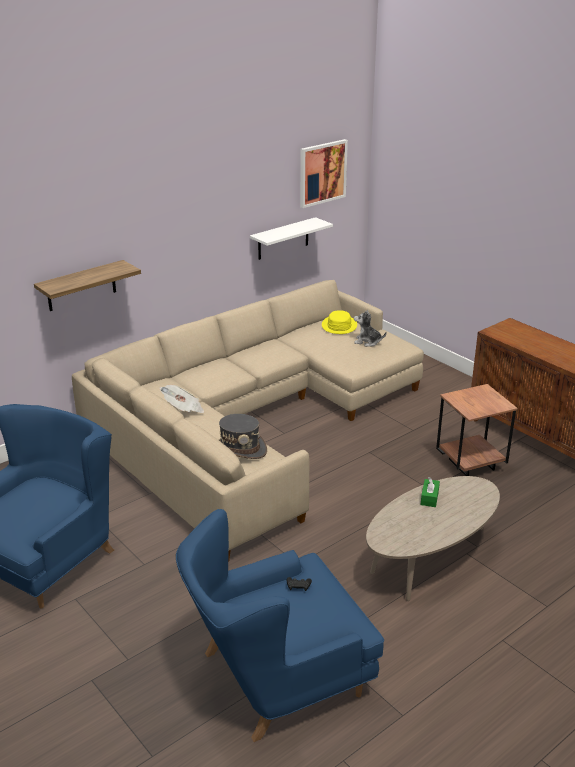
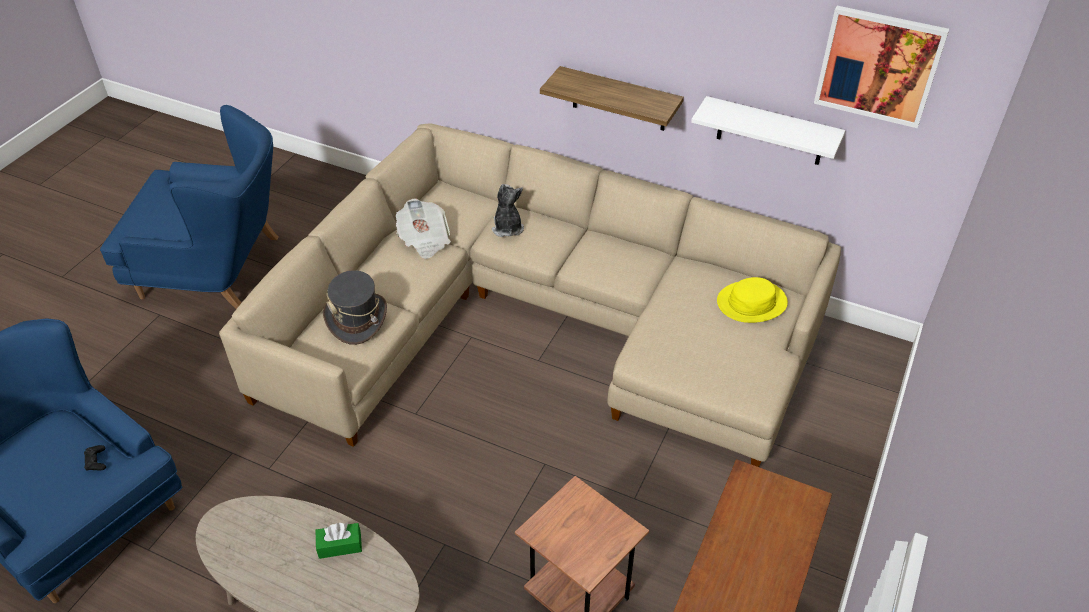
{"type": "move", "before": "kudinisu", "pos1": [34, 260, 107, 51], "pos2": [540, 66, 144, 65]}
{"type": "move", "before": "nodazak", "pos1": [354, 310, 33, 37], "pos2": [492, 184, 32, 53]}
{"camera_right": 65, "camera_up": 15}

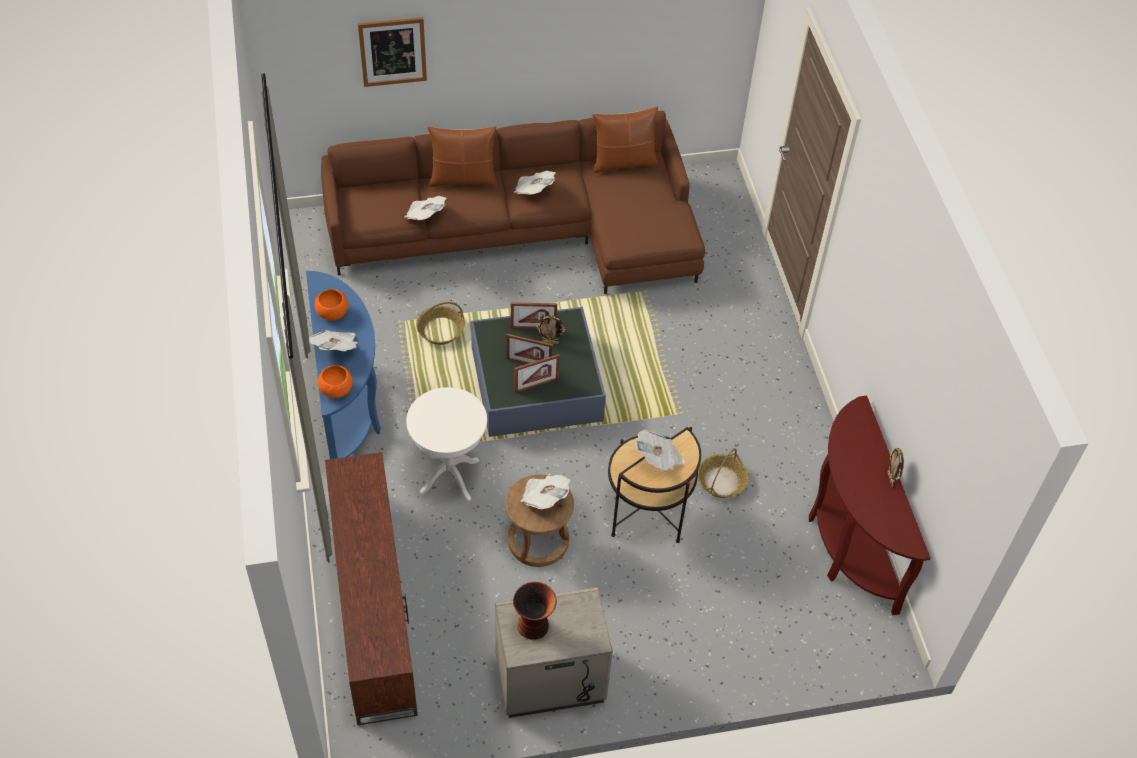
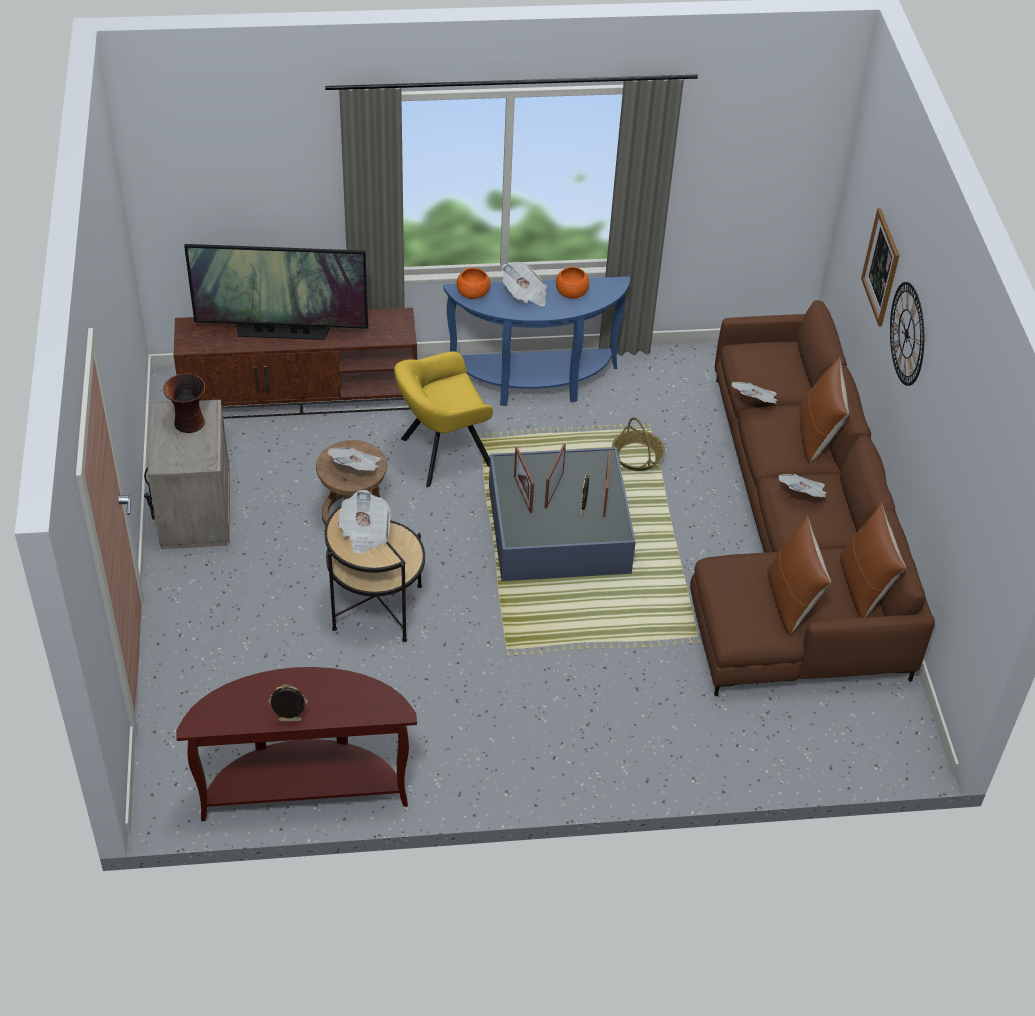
{"type": "delete", "before": "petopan", "pos1": [698, 448, 51, 50]}
{"type": "insert", "after": "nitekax", "pos2": [184, 244, 184, 96]}
{"type": "insert", "after": "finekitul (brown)", "pos2": [767, 516, 64, 119]}
{"type": "insert", "after": "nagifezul", "pos2": [890, 282, 34, 104]}
{"type": "replace", "before": "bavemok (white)", "after": "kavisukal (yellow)", "pos1": [406, 387, 81, 114], "pos2": [394, 351, 99, 137]}
{"camera_right": 95, "camera_up": -5}

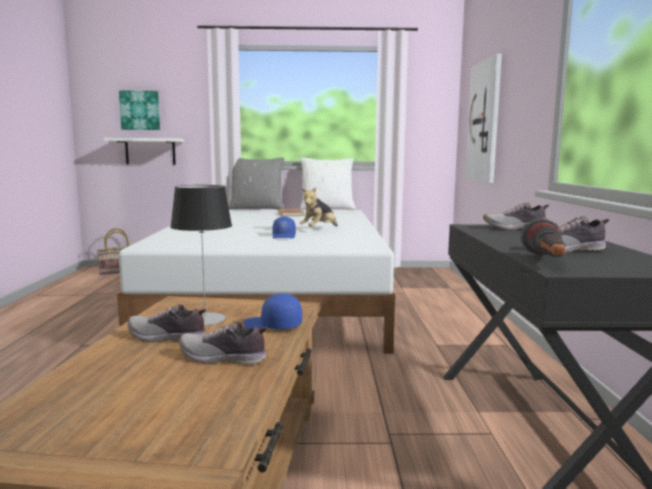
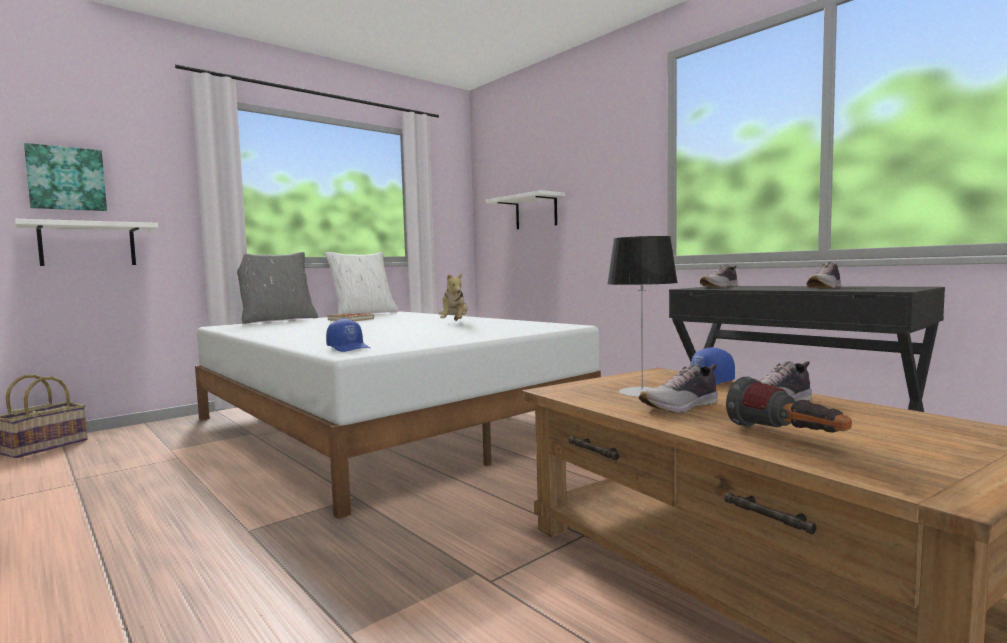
{"type": "move", "before": "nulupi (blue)", "pos1": [273, 216, 23, 23], "pos2": [326, 319, 44, 33]}
{"type": "move", "before": "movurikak", "pos1": [520, 218, 46, 39], "pos2": [726, 377, 126, 56]}
{"type": "replace", "before": "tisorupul", "after": "kudinisu (white)", "pos1": [465, 54, 37, 129], "pos2": [486, 190, 79, 39]}
{"camera_right": -40, "camera_up": -5}

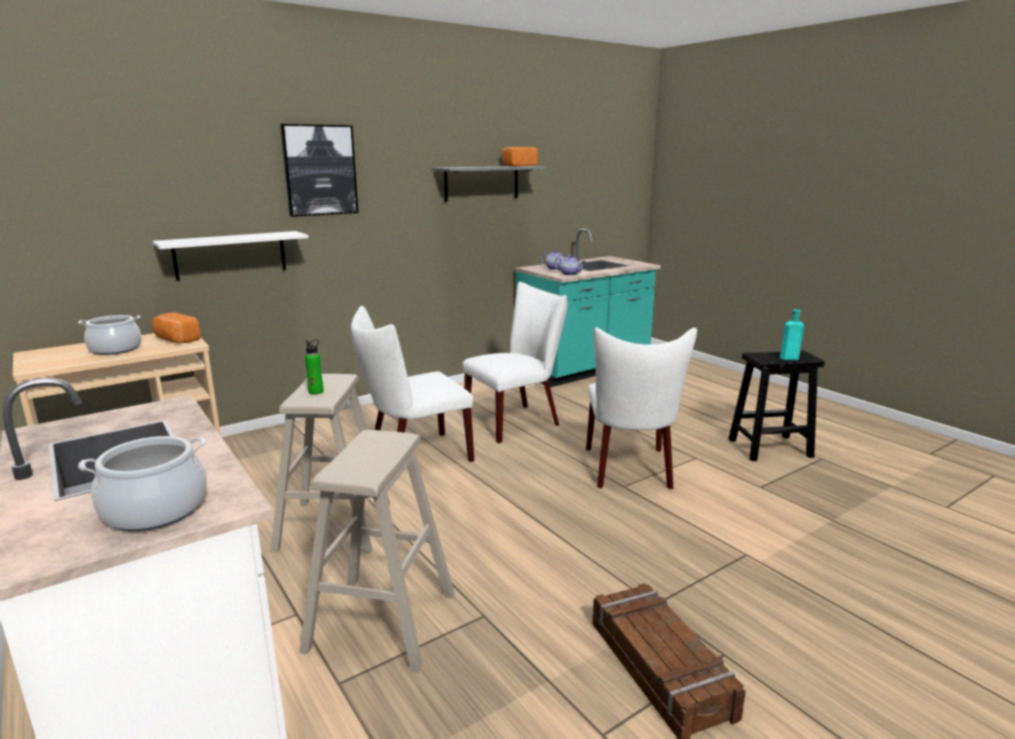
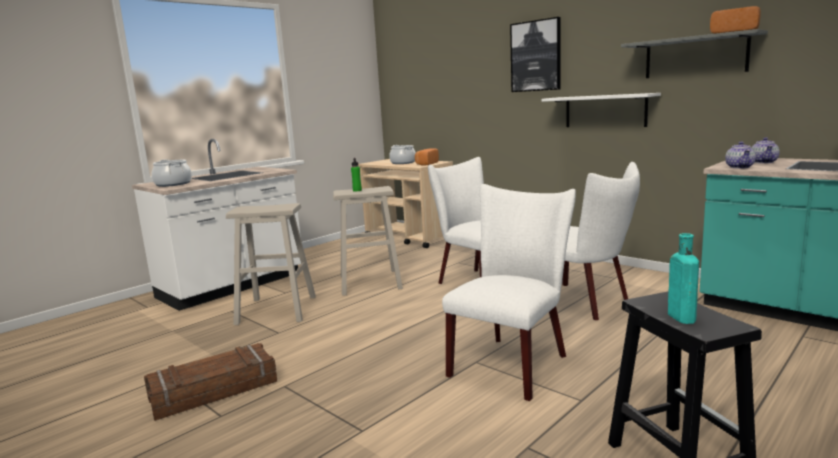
{"type": "move", "before": "kudinisu (white)", "pos1": [153, 231, 155, 49], "pos2": [542, 93, 119, 34]}
{"type": "rotate", "before": "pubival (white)", "pos1": [586, 327, 111, 162], "pos2": [442, 184, 134, 217], "turn": 135}
{"camera_right": 80, "camera_up": -5}

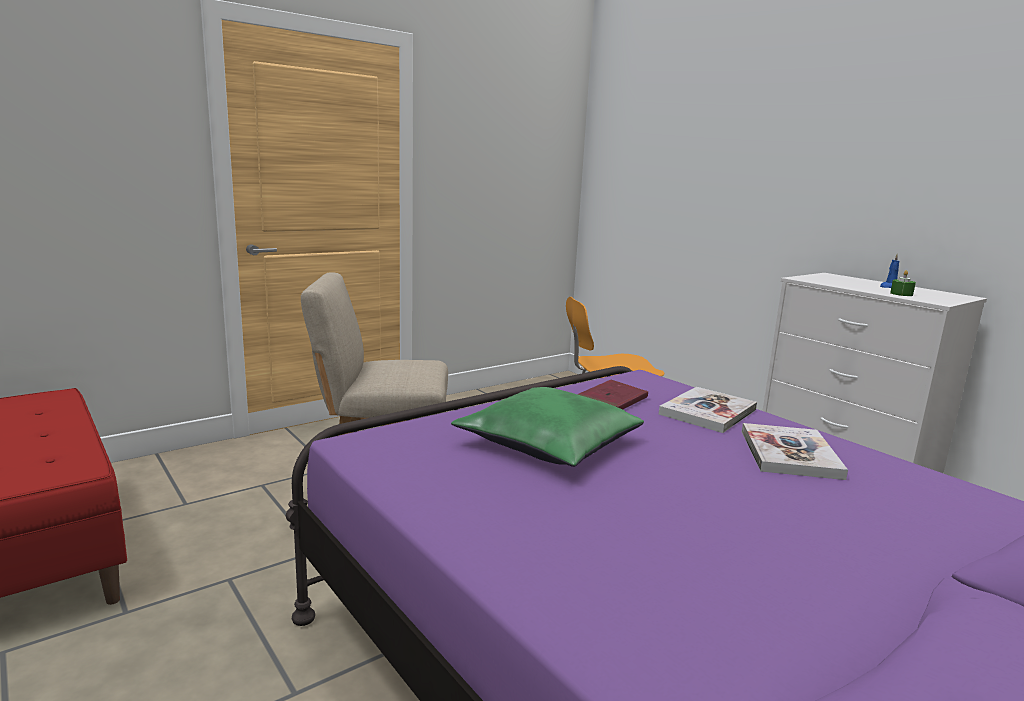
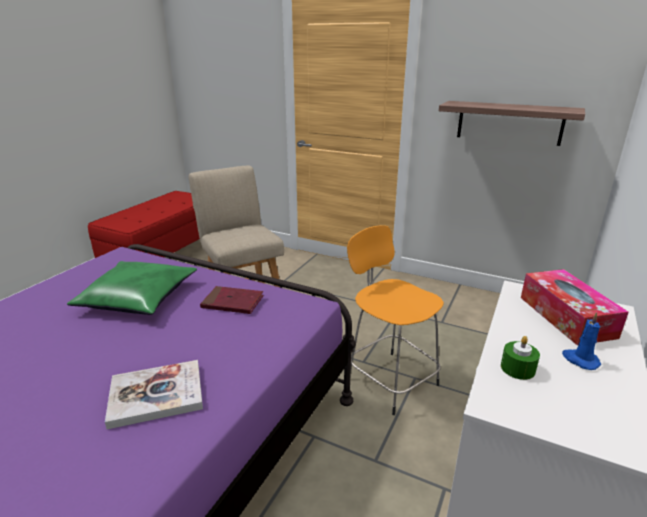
{"type": "delete", "before": "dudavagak", "pos1": [659, 387, 98, 46]}
{"type": "insert", "after": "kudinisu", "pos2": [439, 101, 146, 45]}
{"type": "insert", "after": "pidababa", "pos2": [521, 269, 108, 76]}
{"camera_right": 65, "camera_up": 10}

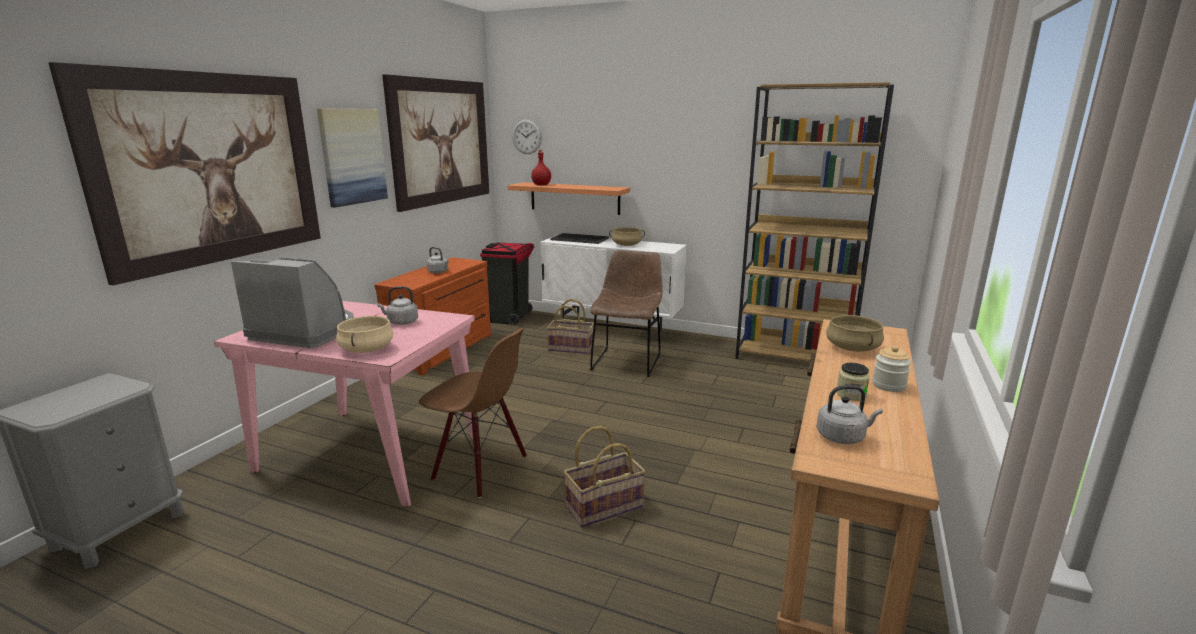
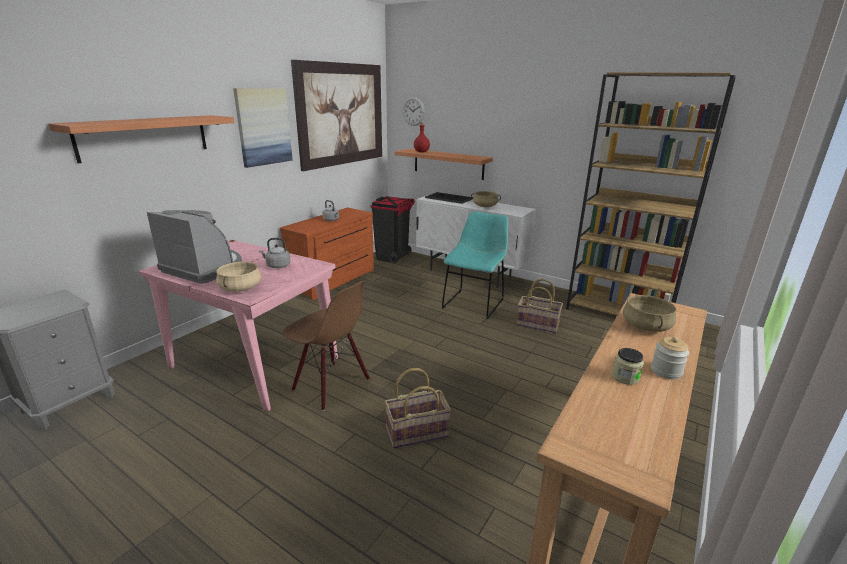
{"type": "delete", "before": "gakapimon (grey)", "pos1": [816, 385, 67, 59]}
{"type": "move", "before": "petopan", "pos1": [547, 299, 47, 55], "pos2": [516, 279, 47, 54]}
{"type": "replace", "before": "tisorupul", "after": "kudinisu", "pos1": [48, 62, 273, 223], "pos2": [49, 115, 185, 48]}
{"type": "recolor", "before": "pubival (brown)", "after": "pubival (turquoise)", "pos1": [590, 250, 73, 127], "pos2": [442, 211, 66, 108]}
{"camera_right": 10, "camera_up": 5}

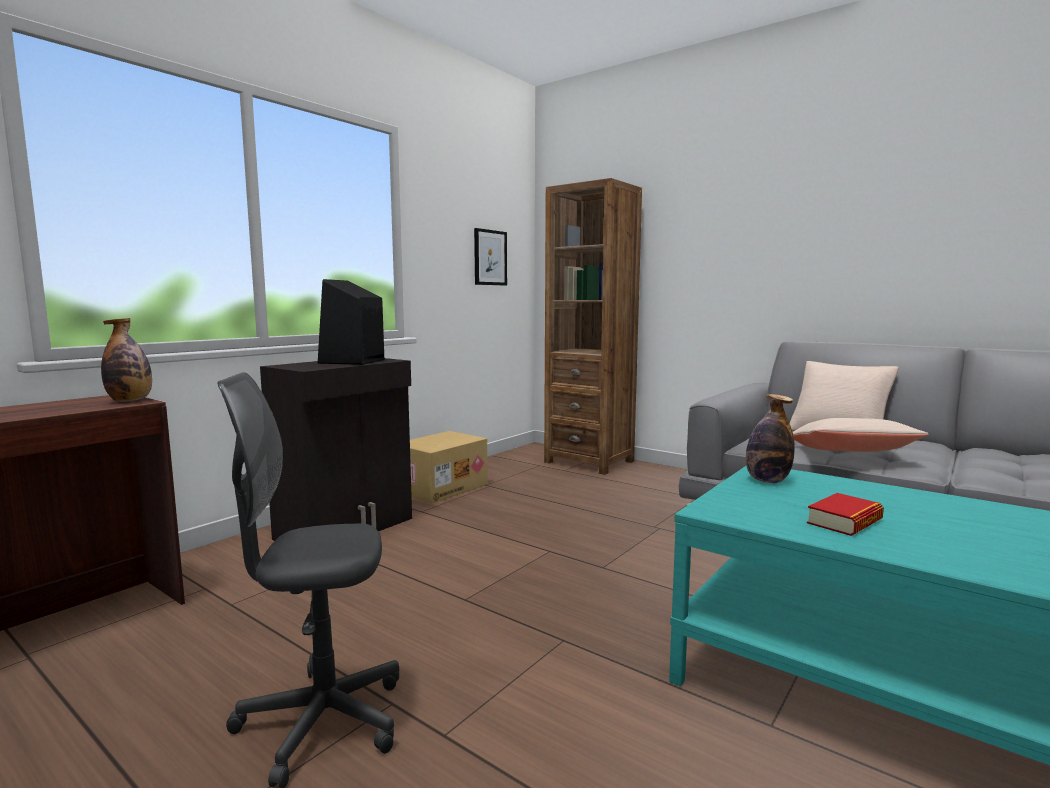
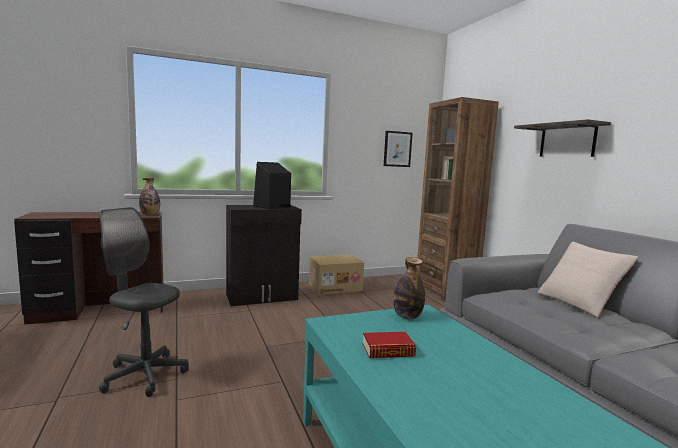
{"type": "delete", "before": "finekitul (beige)", "pos1": [793, 418, 136, 34]}
{"type": "insert", "after": "kudinisu", "pos2": [514, 119, 97, 38]}
{"camera_right": 30, "camera_up": 0}

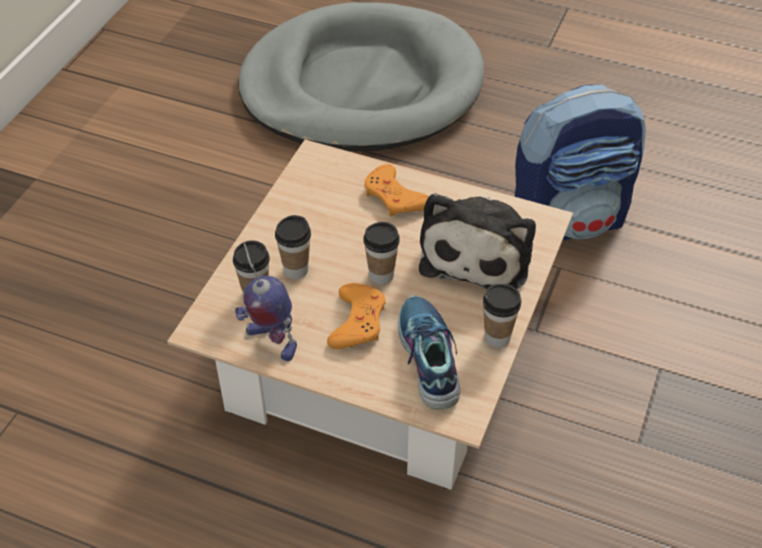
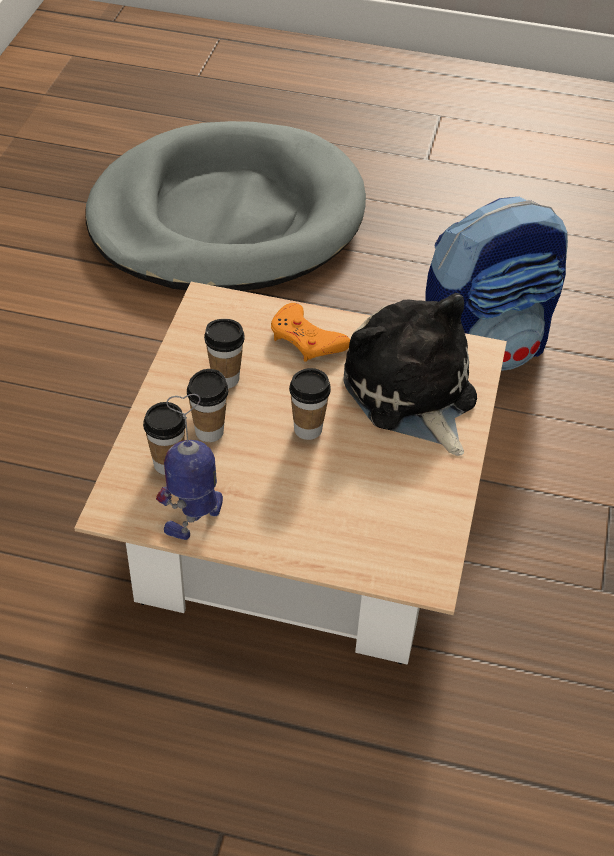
{"type": "delete", "before": "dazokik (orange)", "pos1": [327, 283, 59, 66]}
{"type": "delete", "before": "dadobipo", "pos1": [398, 296, 62, 114]}
{"type": "move", "before": "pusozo", "pos1": [483, 284, 38, 64], "pos2": [204, 319, 40, 69]}
{"type": "rotate", "before": "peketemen", "pos1": [235, 243, 62, 118], "pos2": [156, 394, 67, 146], "turn": 105}
{"type": "rotate", "before": "nodazak", "pos1": [419, 193, 117, 96], "pos2": [343, 293, 134, 163], "turn": 150}
{"camera_right": -10, "camera_up": 0}

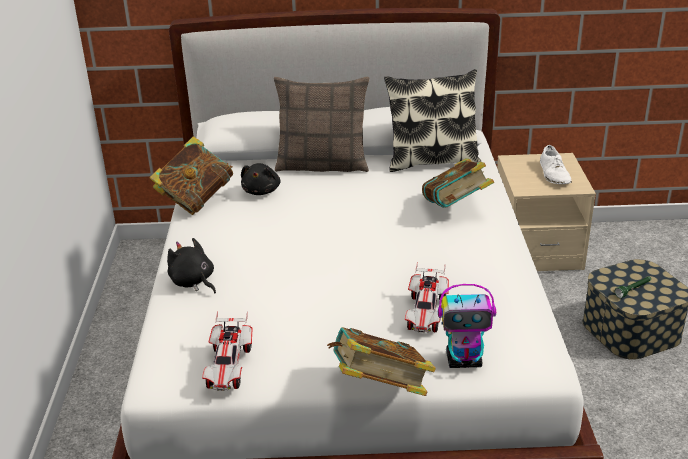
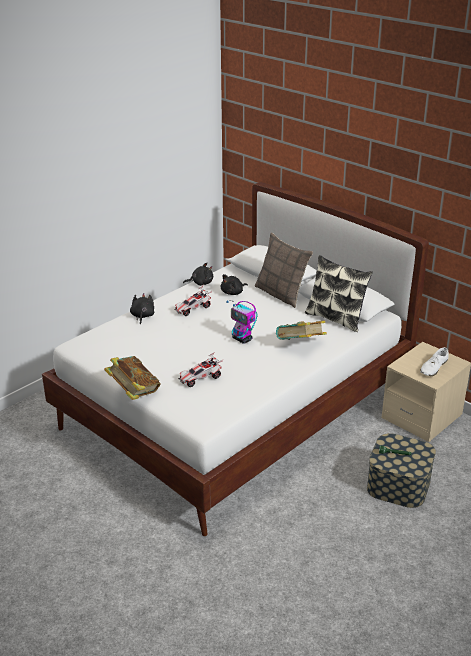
{"type": "move", "before": "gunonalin", "pos1": [202, 311, 50, 80], "pos2": [174, 286, 38, 30]}
{"type": "move", "before": "peketemen", "pos1": [438, 284, 58, 84], "pos2": [226, 300, 32, 44]}
{"type": "replace", "before": "dudavagak", "after": "nodazak (black)", "pos1": [150, 136, 83, 79], "pos2": [183, 263, 30, 23]}
{"camera_right": 45, "camera_up": 0}

